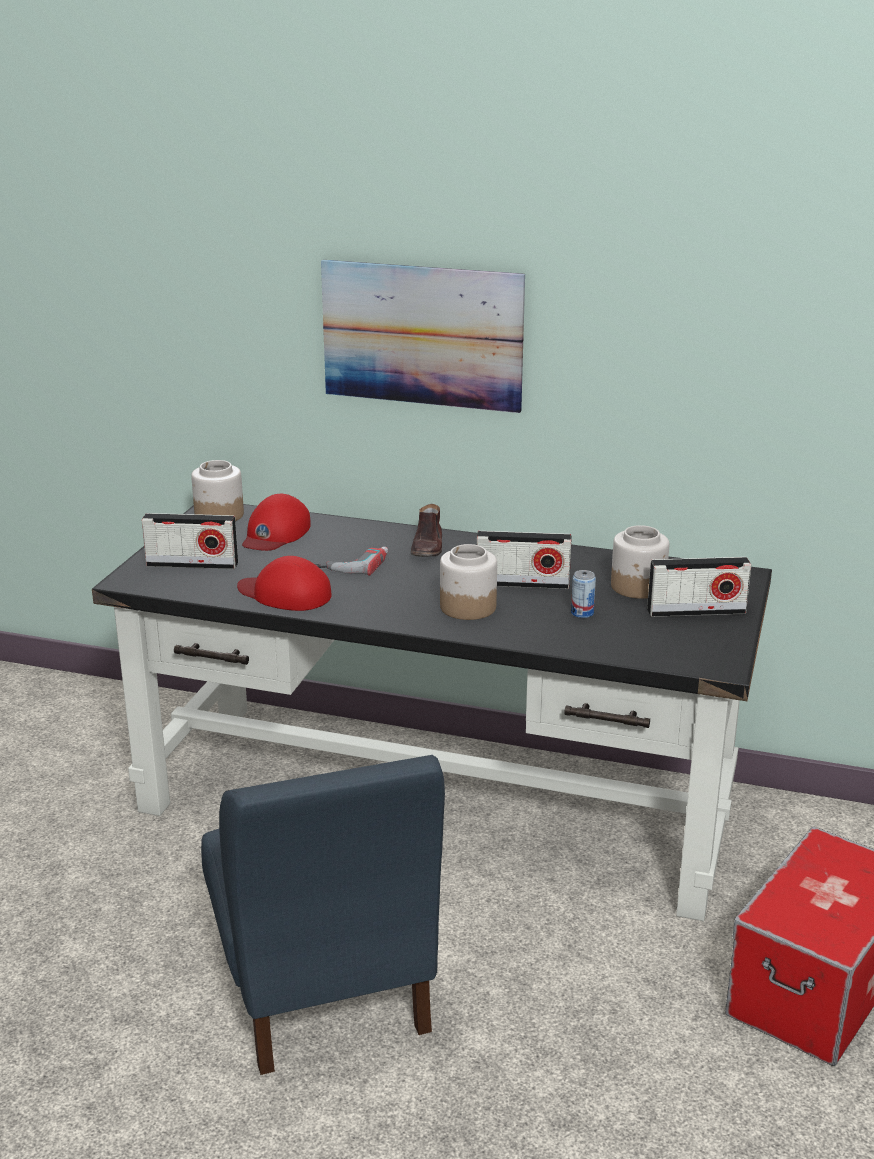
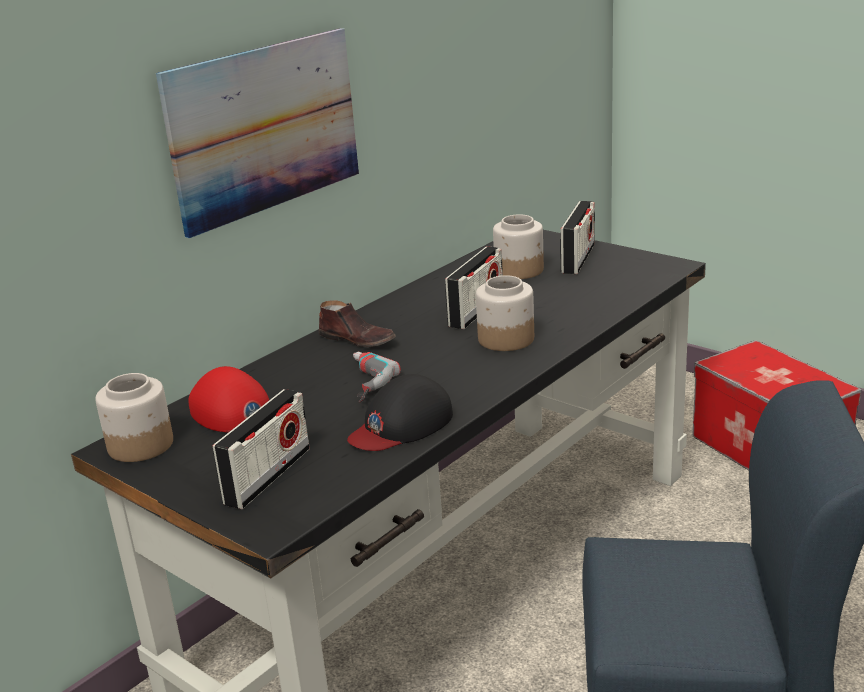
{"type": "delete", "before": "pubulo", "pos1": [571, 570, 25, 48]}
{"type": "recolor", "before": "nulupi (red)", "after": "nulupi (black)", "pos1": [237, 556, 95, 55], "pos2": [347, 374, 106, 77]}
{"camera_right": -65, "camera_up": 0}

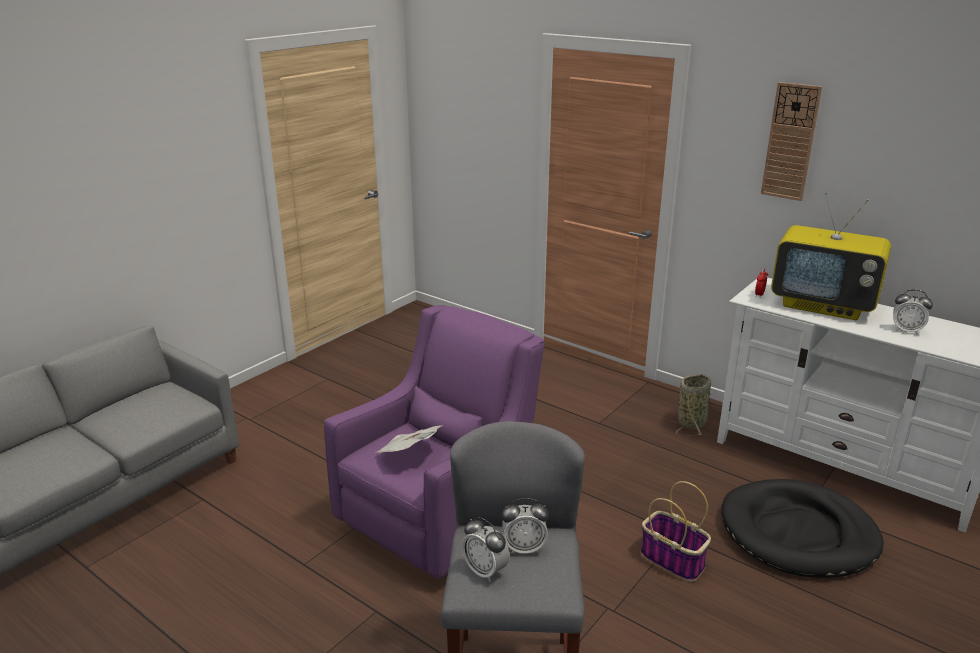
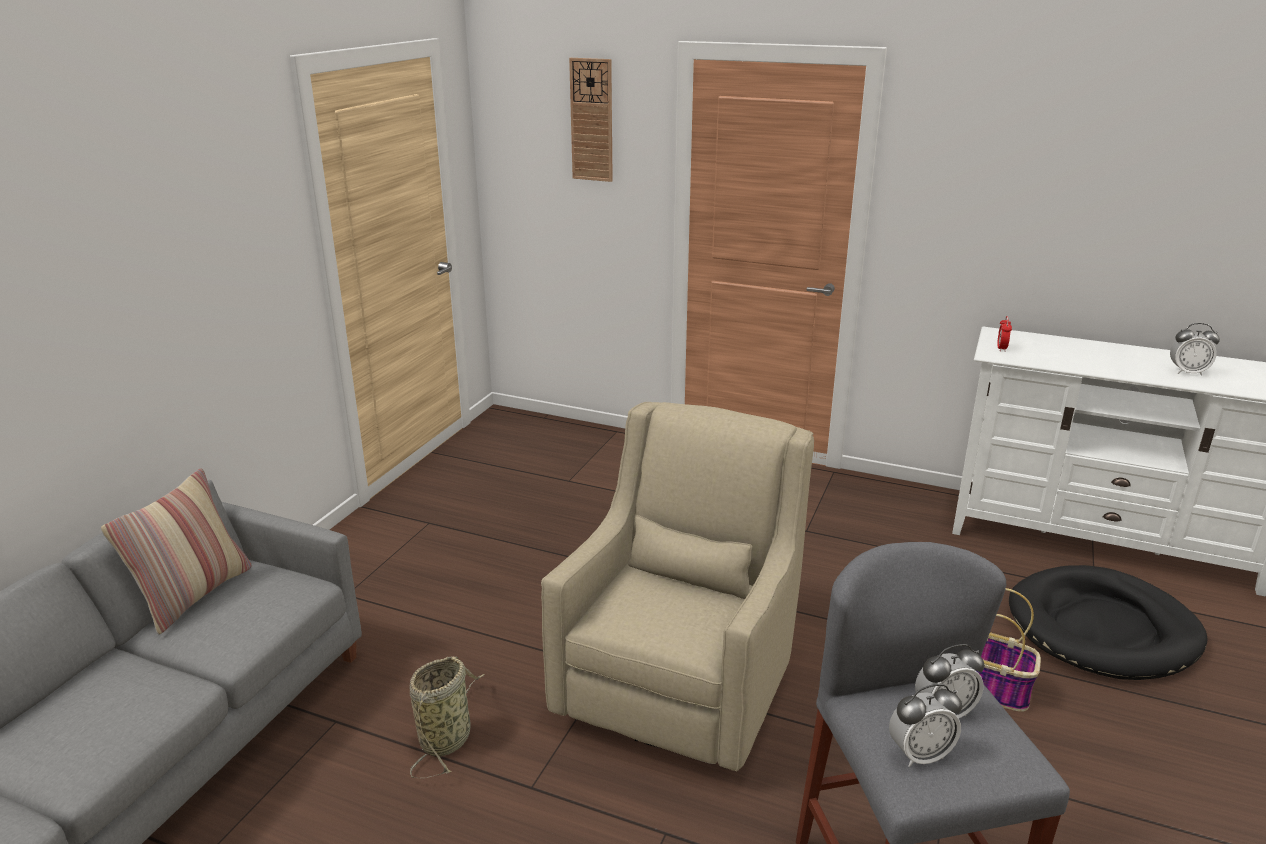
{"type": "delete", "before": "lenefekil", "pos1": [375, 425, 68, 28]}
{"type": "delete", "before": "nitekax", "pos1": [771, 192, 120, 128]}
{"type": "insert", "after": "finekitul", "pos2": [101, 468, 151, 167]}
{"type": "move", "before": "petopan", "pos1": [676, 374, 35, 62], "pos2": [410, 657, 75, 121]}
{"type": "move", "before": "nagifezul", "pos1": [761, 82, 61, 119], "pos2": [569, 58, 44, 124]}
{"type": "recolor", "before": "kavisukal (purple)", "after": "kavisukal (beige)", "pos1": [324, 305, 220, 274], "pos2": [541, 402, 273, 369]}
{"type": "rotate", "before": "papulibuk", "pos1": [462, 517, 48, 65], "pos2": [889, 684, 73, 83], "turn": -45}
{"camera_right": -15, "camera_up": 0}

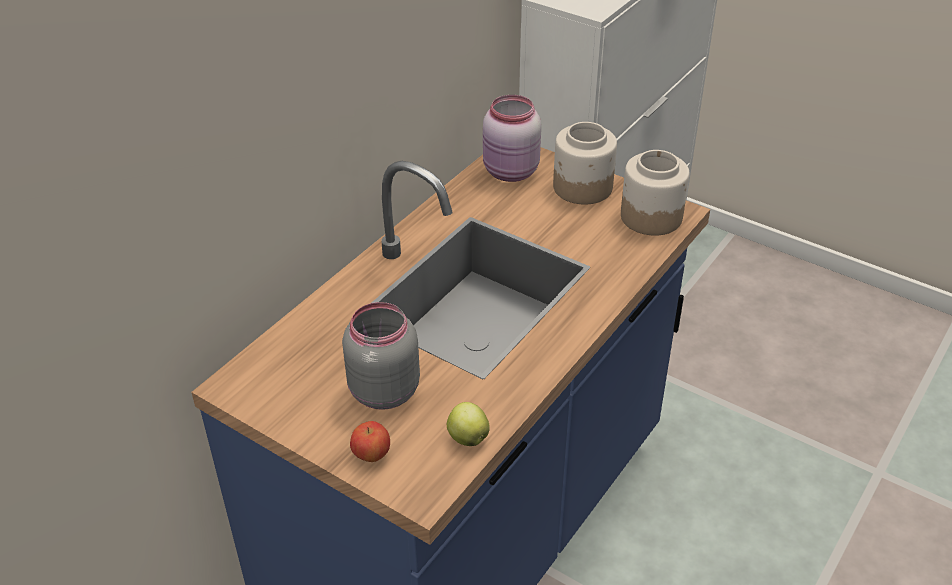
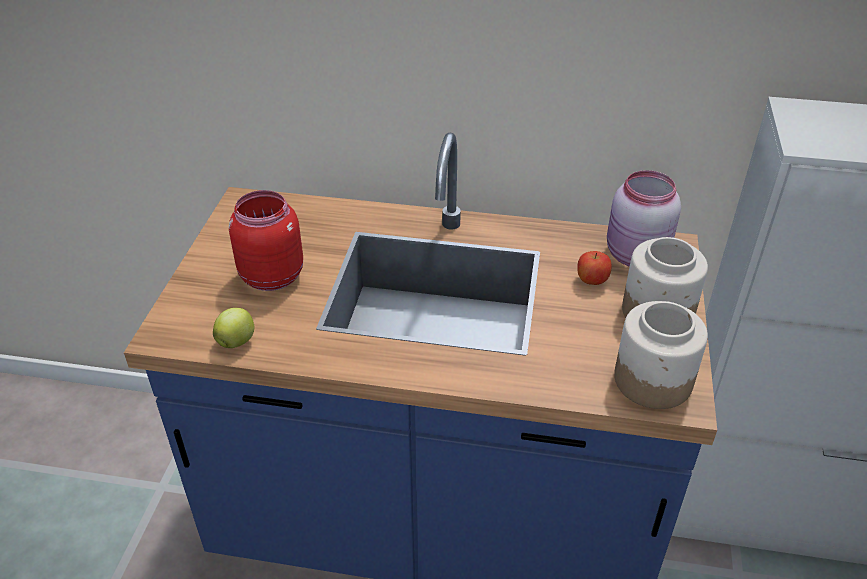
{"type": "move", "before": "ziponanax", "pos1": [350, 421, 40, 41], "pos2": [577, 251, 35, 34]}
{"type": "recolor", "before": "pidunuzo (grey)", "after": "pidunuzo (red)", "pos1": [342, 302, 78, 108], "pos2": [229, 190, 74, 101]}
{"camera_right": 65, "camera_up": 0}

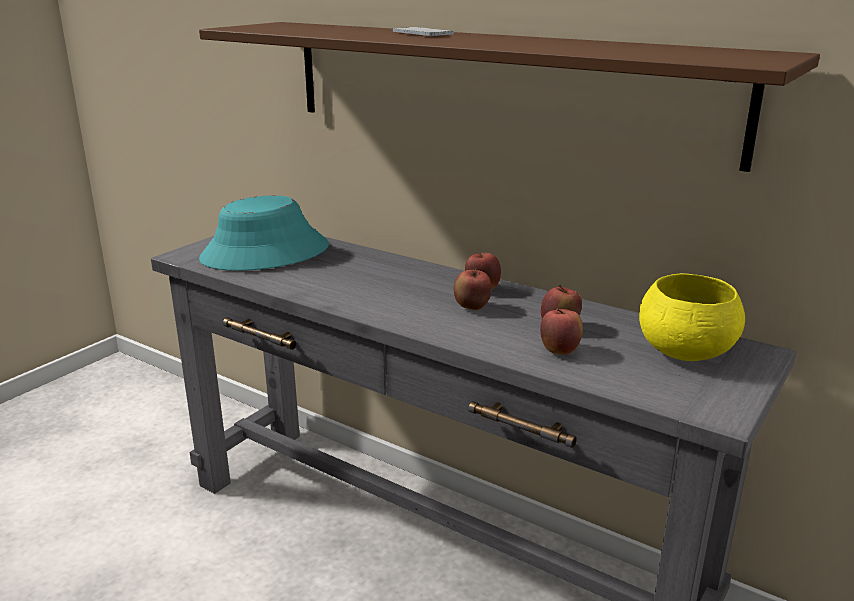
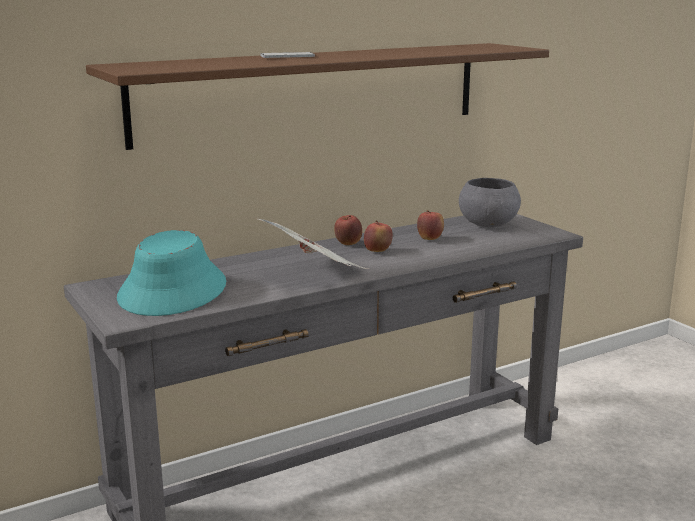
{"type": "delete", "before": "ziponanax", "pos1": [540, 308, 43, 47]}
{"type": "insert", "after": "lenefekil", "pos2": [258, 219, 111, 50]}
{"type": "recolor", "before": "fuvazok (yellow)", "after": "fuvazok (grey)", "pos1": [639, 273, 106, 88], "pos2": [459, 178, 62, 49]}
{"camera_right": -65, "camera_up": -5}

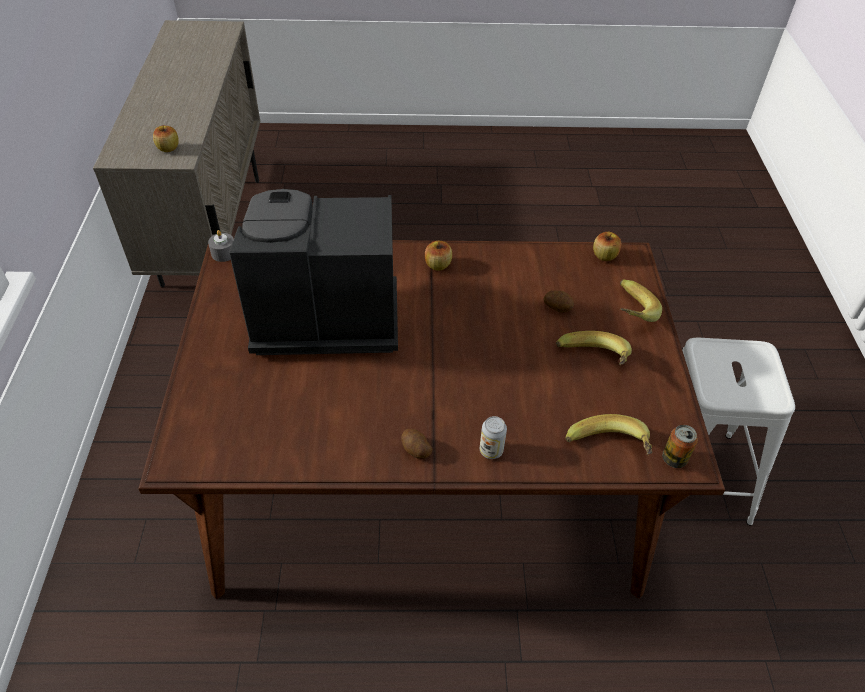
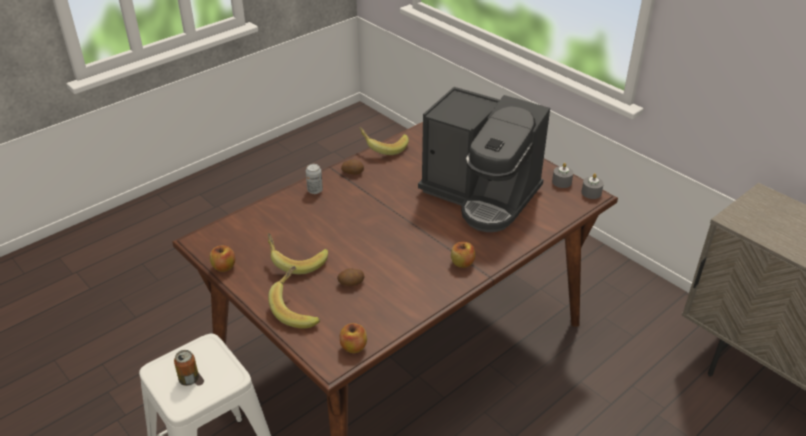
{"type": "insert", "after": "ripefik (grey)", "pos2": [552, 163, 21, 25]}
{"type": "move", "before": "ziponanax", "pos1": [153, 125, 26, 27], "pos2": [210, 245, 25, 27]}
{"type": "move", "before": "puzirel", "pos1": [566, 414, 86, 41], "pos2": [359, 127, 50, 28]}
{"type": "move", "before": "pubulo", "pos1": [662, 425, 36, 43], "pos2": [174, 350, 25, 36]}
{"type": "rotate", "before": "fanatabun", "pos1": [229, 189, 169, 166], "pos2": [418, 87, 132, 145], "turn": 75}
{"camera_right": 140, "camera_up": -10}

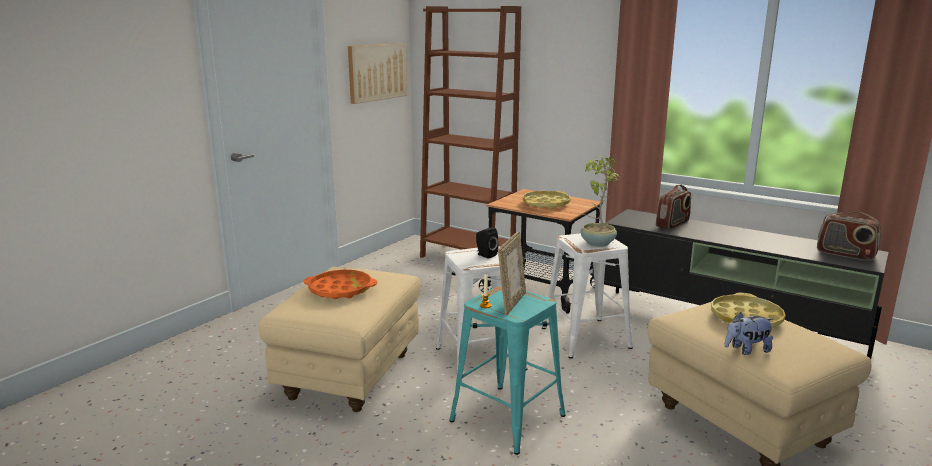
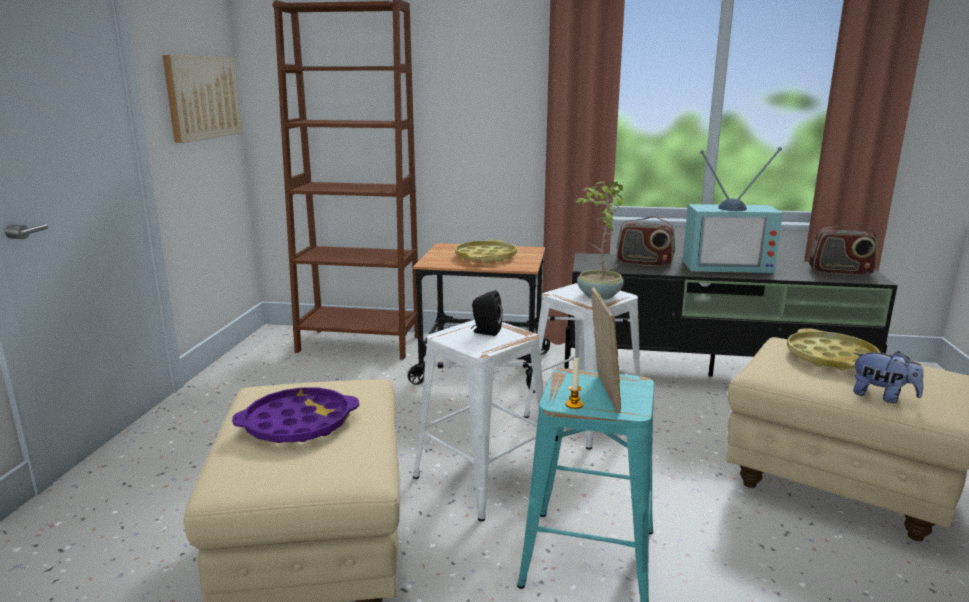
{"type": "insert", "after": "nitekax", "pos2": [683, 147, 100, 126]}
{"type": "recolor", "before": "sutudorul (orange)", "after": "sutudorul (purple)", "pos1": [303, 270, 74, 29], "pos2": [232, 387, 127, 56]}
{"type": "rotate", "before": "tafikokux", "pos1": [656, 185, 35, 44], "pos2": [616, 216, 59, 51], "turn": 90}
{"type": "rotate", "before": "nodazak", "pos1": [725, 313, 48, 42], "pos2": [853, 351, 71, 52], "turn": -105}
{"camera_right": -25, "camera_up": 0}

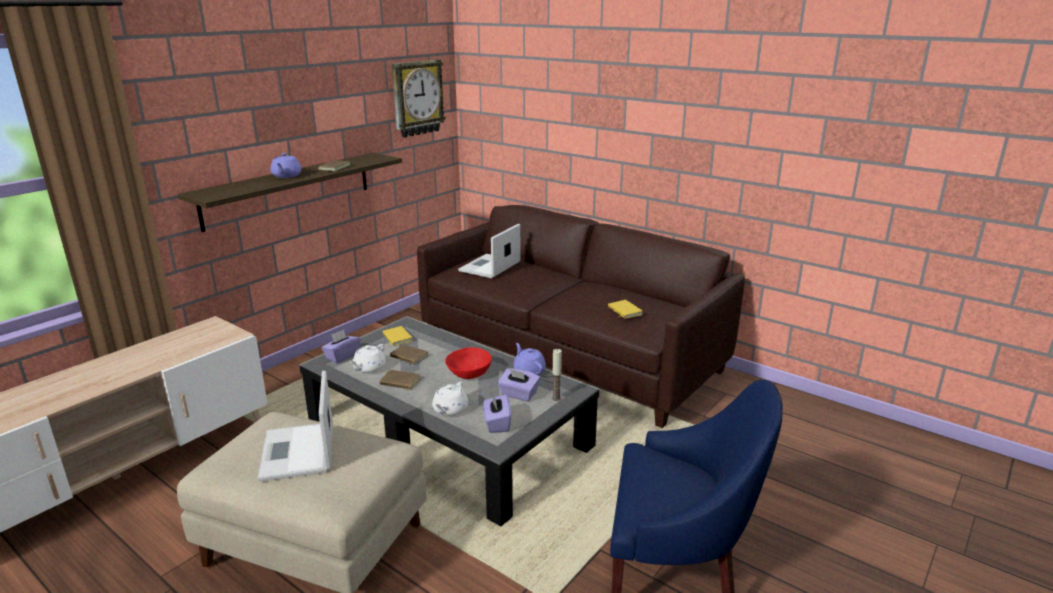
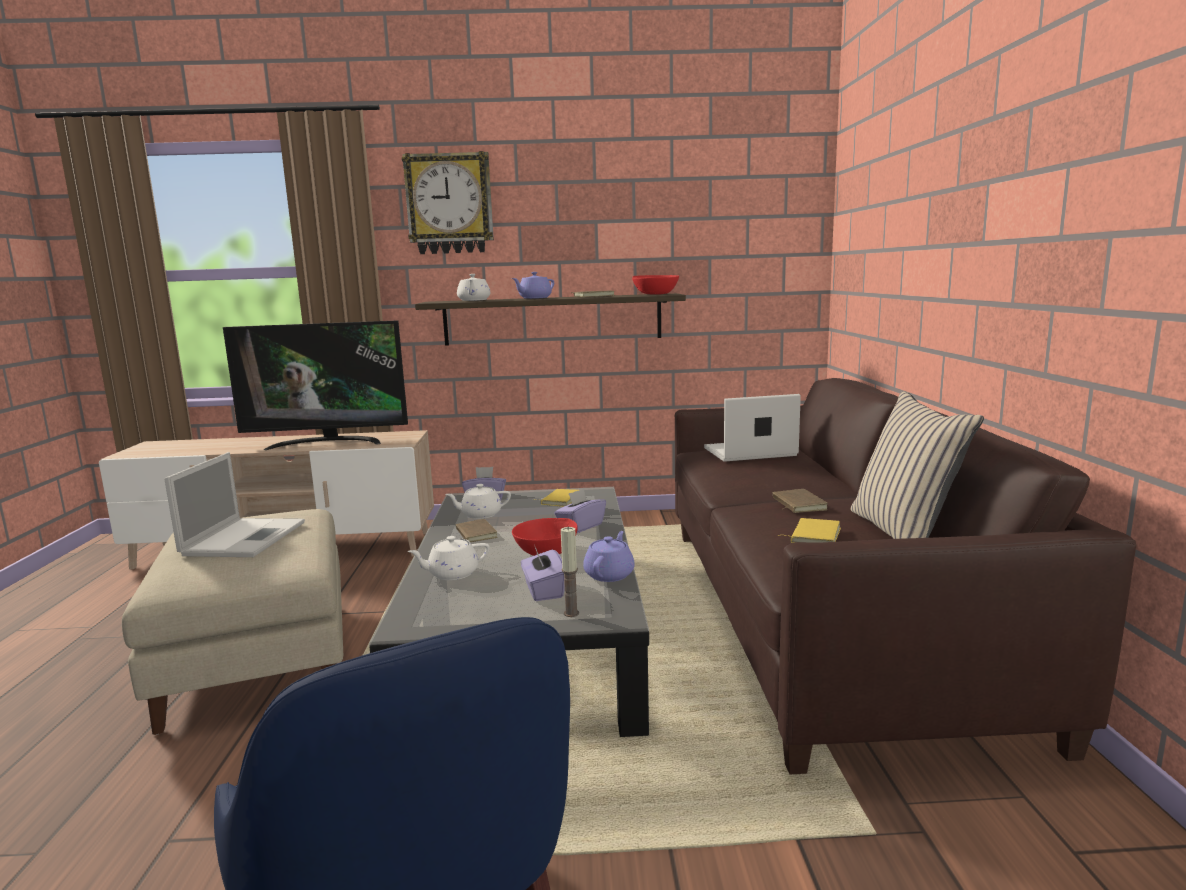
{"type": "insert", "after": "nitekax", "pos2": [223, 320, 185, 130]}
{"type": "insert", "after": "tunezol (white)", "pos2": [457, 274, 33, 27]}
{"type": "insert", "after": "fuvazok (red)", "pos2": [632, 275, 47, 20]}
{"type": "insert", "after": "finekitul (beige)", "pos2": [851, 391, 133, 148]}
{"type": "move", "before": "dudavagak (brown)", "pos1": [390, 344, 39, 20], "pos2": [773, 489, 55, 24]}
{"type": "move", "before": "nagifezul", "pos1": [392, 59, 54, 79], "pos2": [402, 151, 92, 103]}
{"type": "move", "before": "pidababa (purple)", "pos1": [483, 394, 28, 39], "pos2": [554, 489, 52, 44]}
{"type": "rotate", "before": "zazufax", "pos1": [257, 371, 76, 111], "pos2": [164, 452, 141, 105], "turn": 150}
{"camera_right": 50, "camera_up": -10}

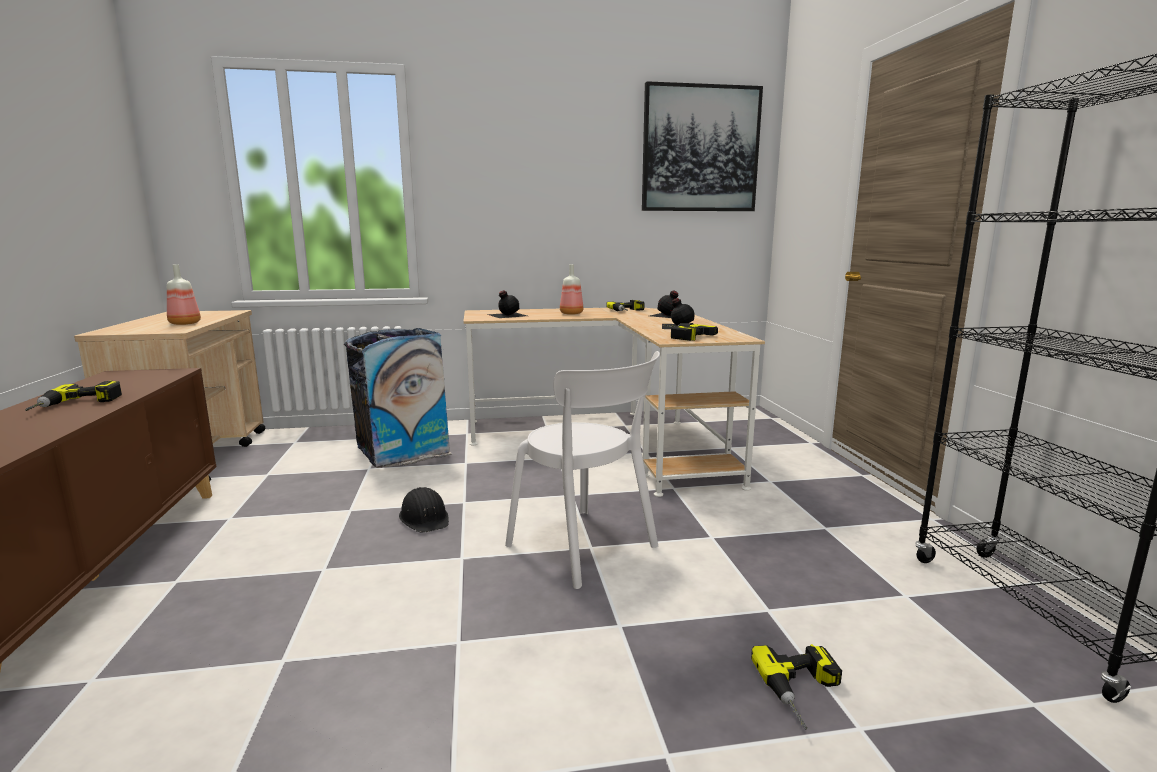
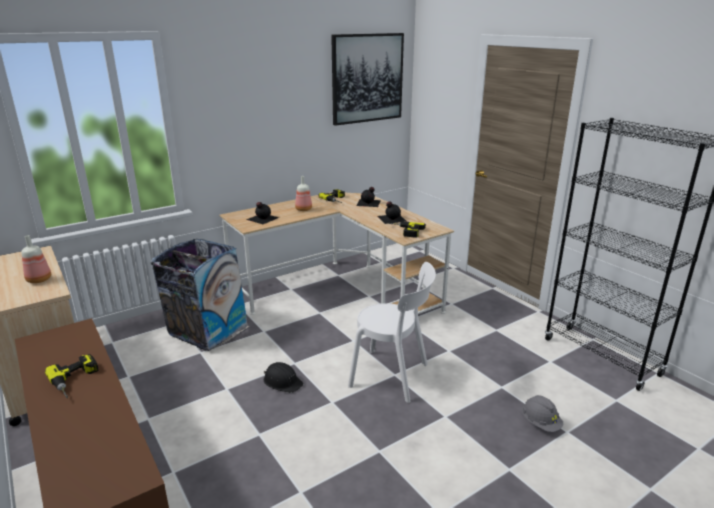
{"type": "replace", "before": "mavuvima", "after": "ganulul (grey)", "pos1": [751, 644, 91, 86], "pos2": [522, 395, 41, 37]}
{"camera_right": -25, "camera_up": 10}

